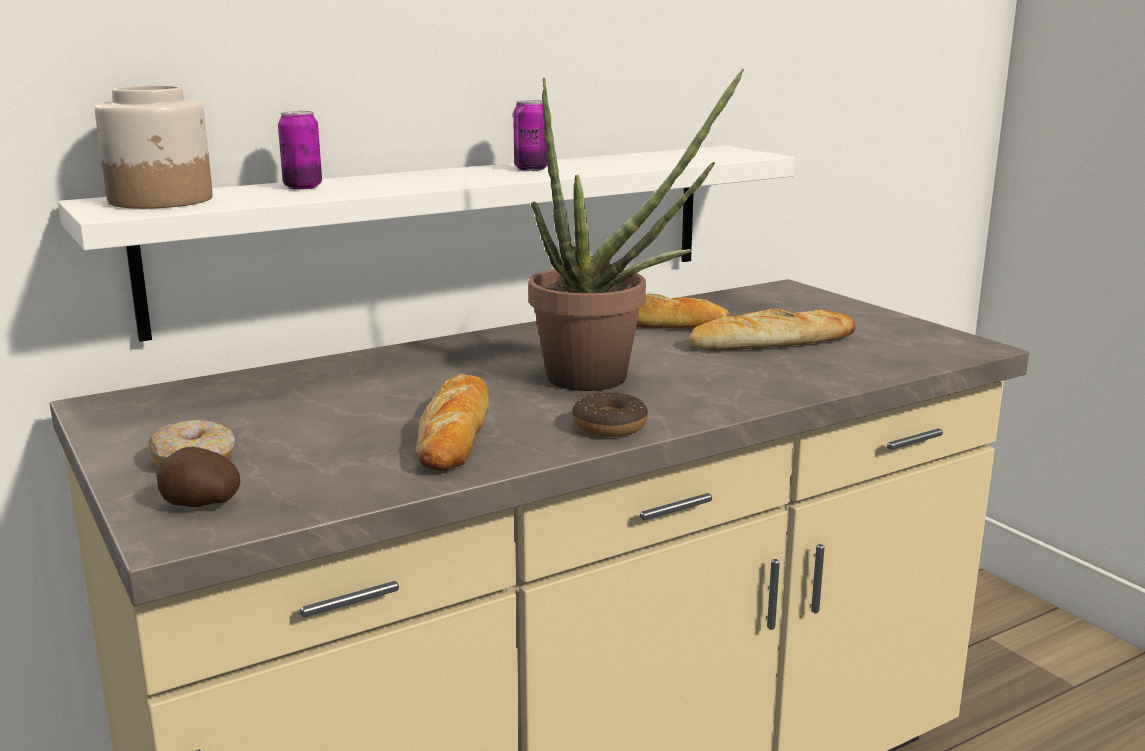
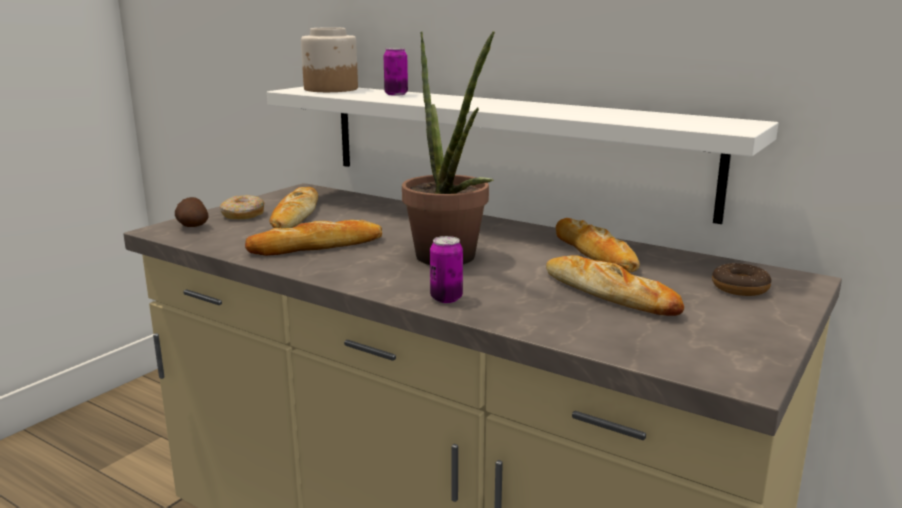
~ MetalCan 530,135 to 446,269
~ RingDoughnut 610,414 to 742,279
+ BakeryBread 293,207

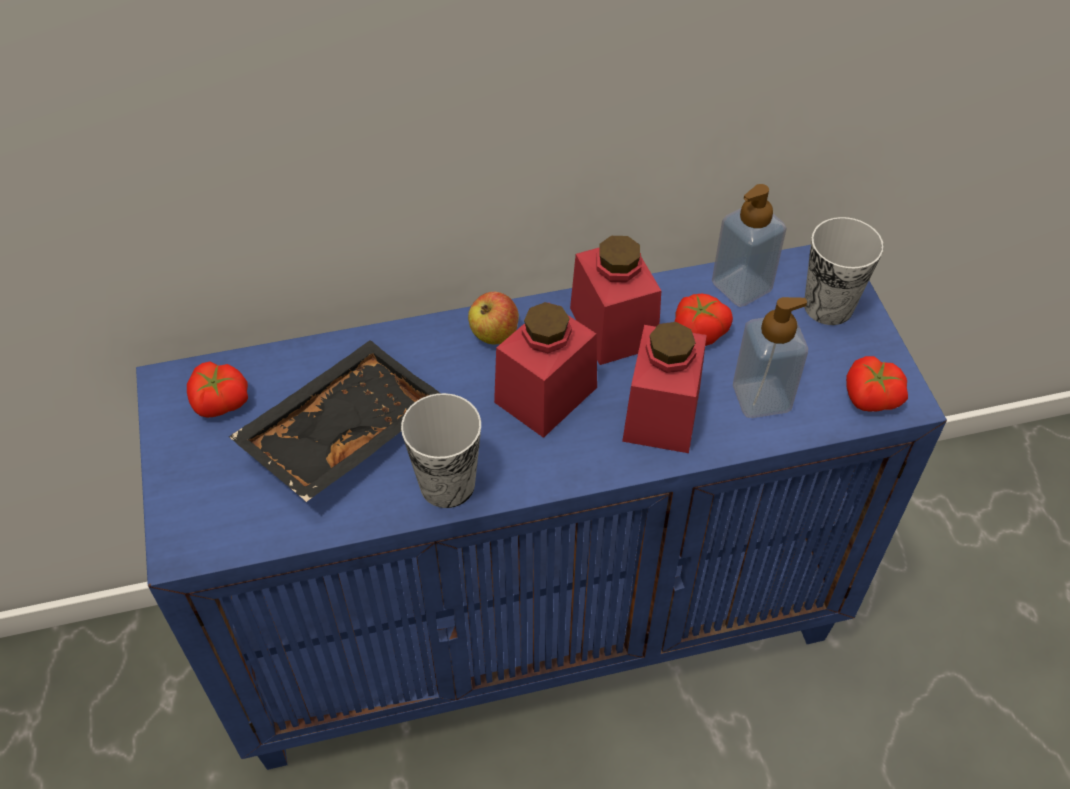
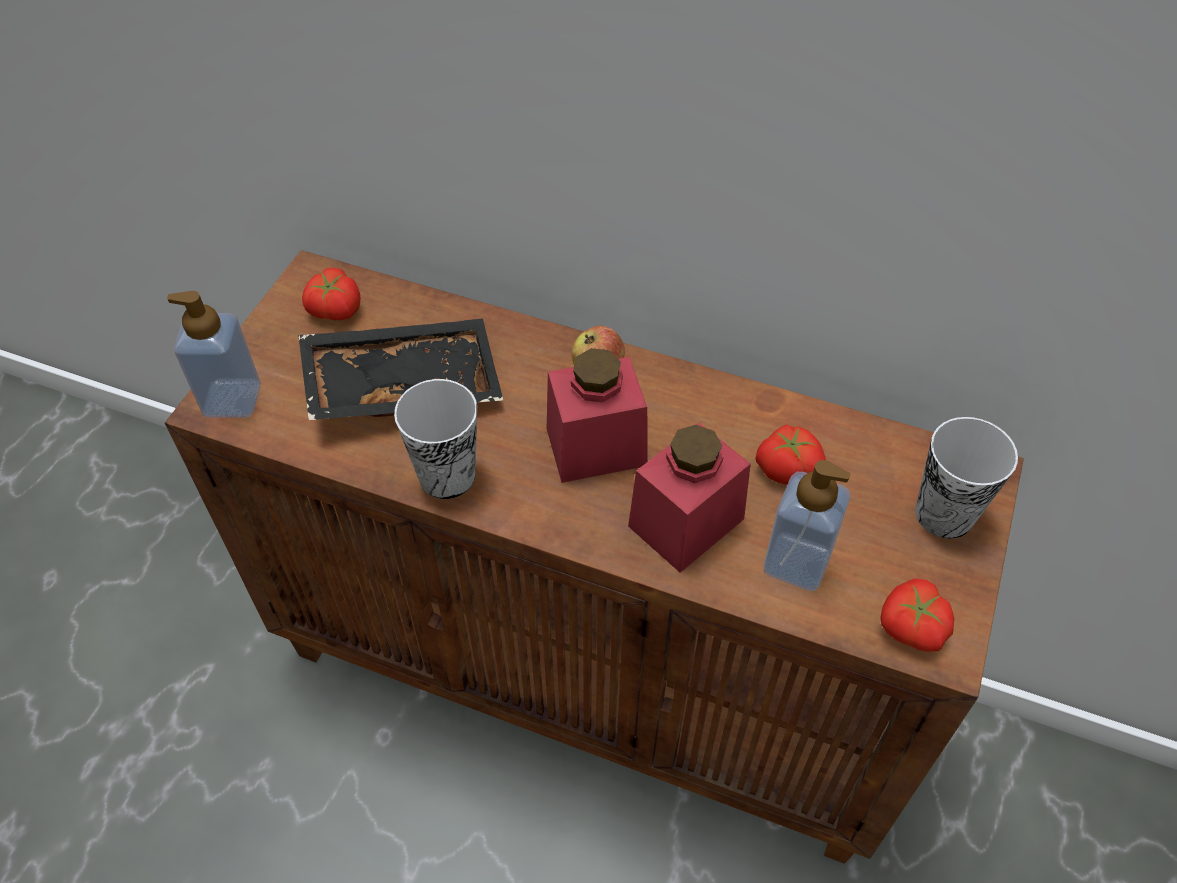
~ SoapDispenser 749,245 to 214,354
- ReddishJar 615,300
~ BluishCabinet 541,507 to BrownCabinet 594,557

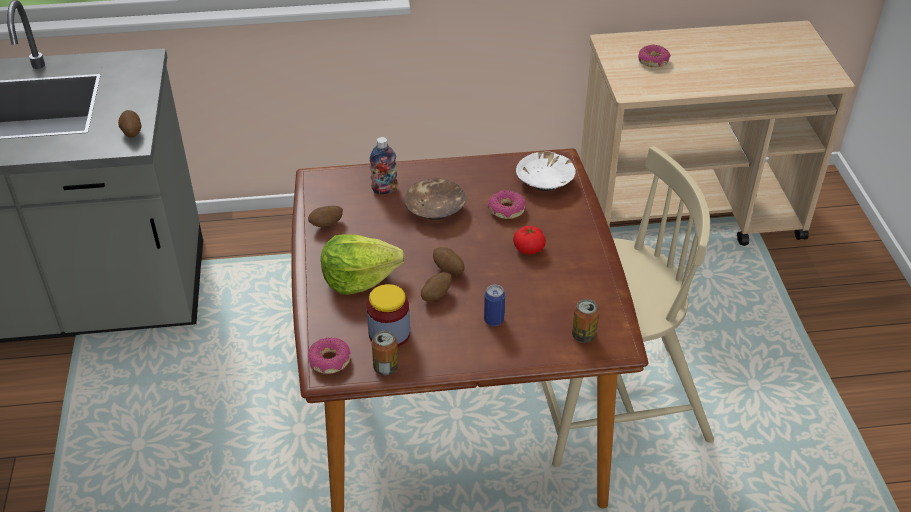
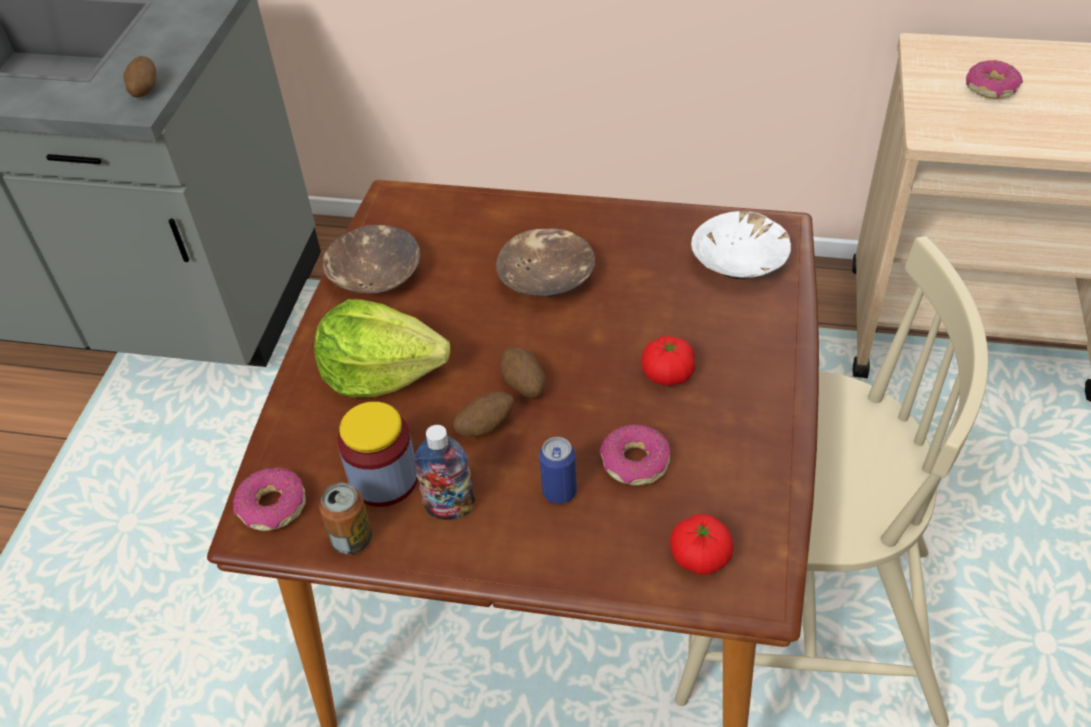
~ BeverageBottle 383,165 to 444,472
~ RingDoughnut 506,204 to 634,455
~ WholePotato 325,216 to BrownServingBowl 371,259
~ MetalCan 585,321 to FreshTomato 702,544

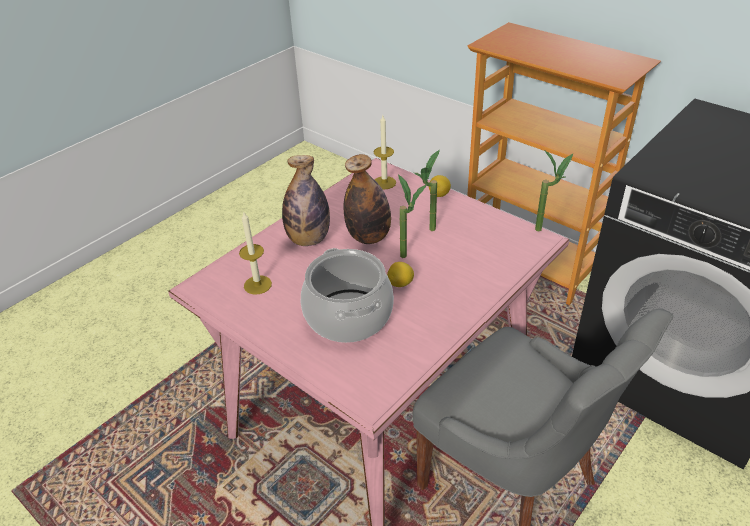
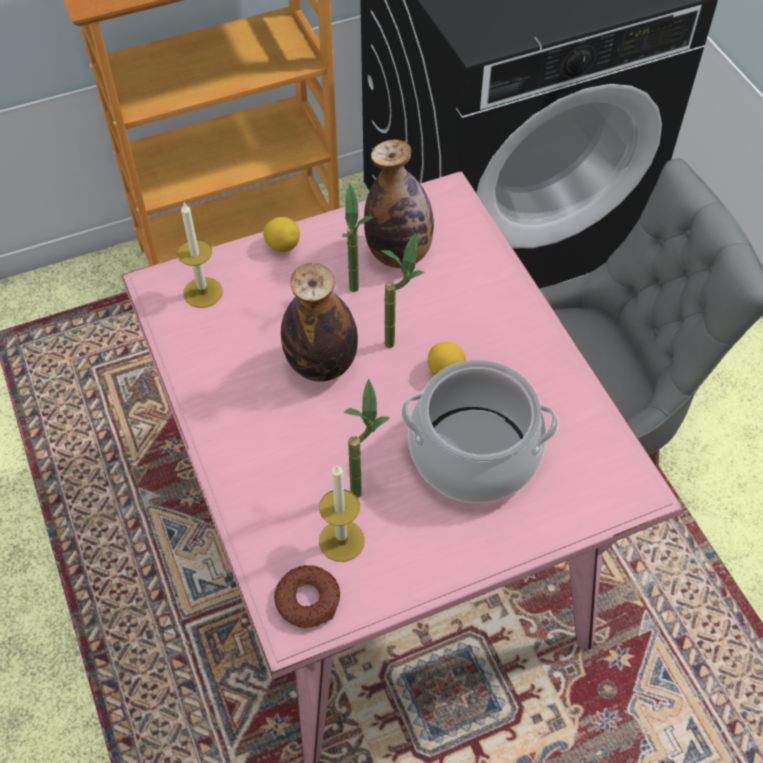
~ Houseplant 554,191 to 367,438
~ BeverageBottle 306,200 to 399,204
+ RingDoughnut 307,596

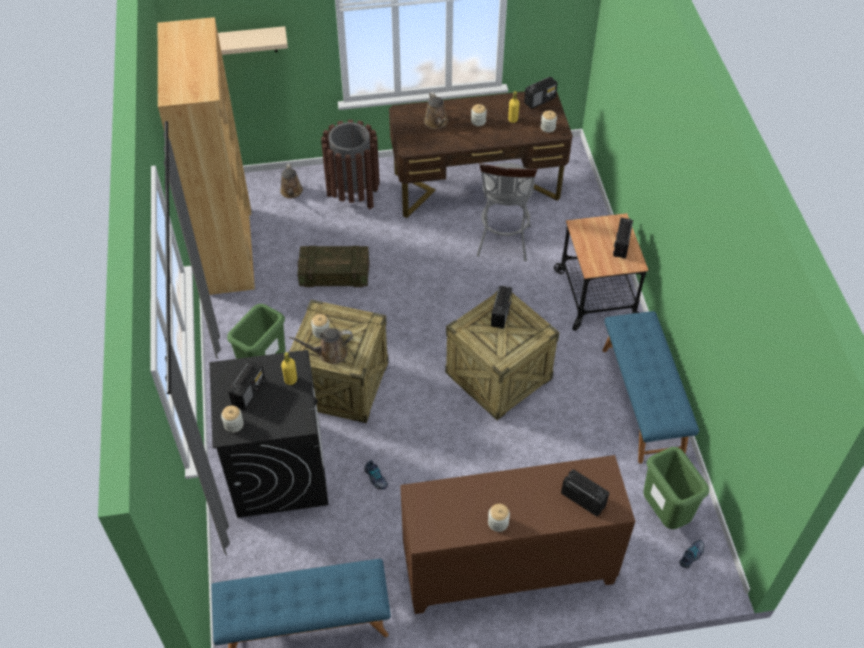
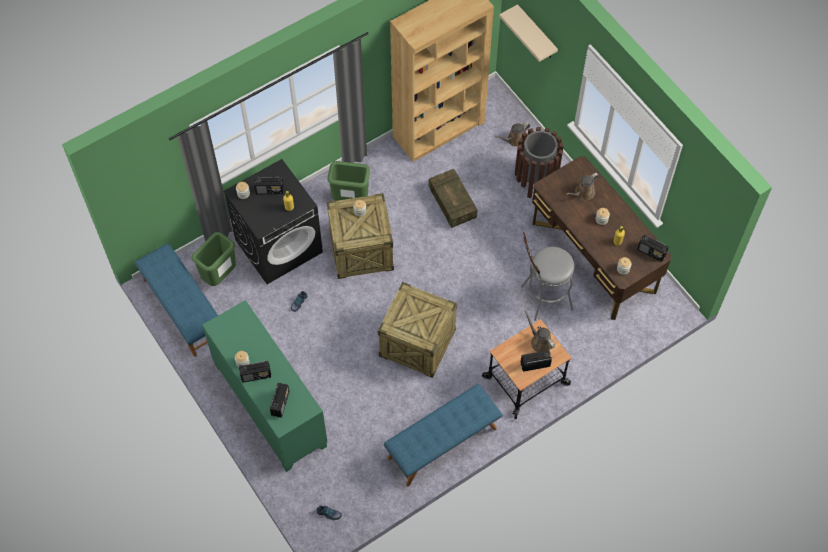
~ RadioReceiver 501,307 to 255,372
~ BrownSprinklingCan 321,346 to 539,331
~ GreenishRubbishBin 676,488 to 214,259
~ BrownCabinet 517,534 to GreenishCabinet 264,386

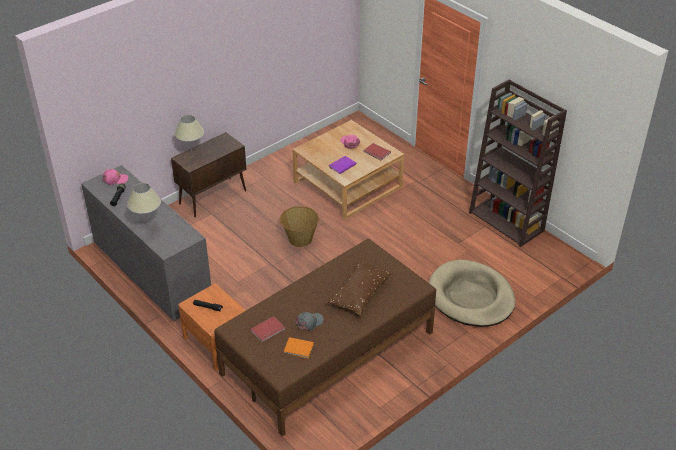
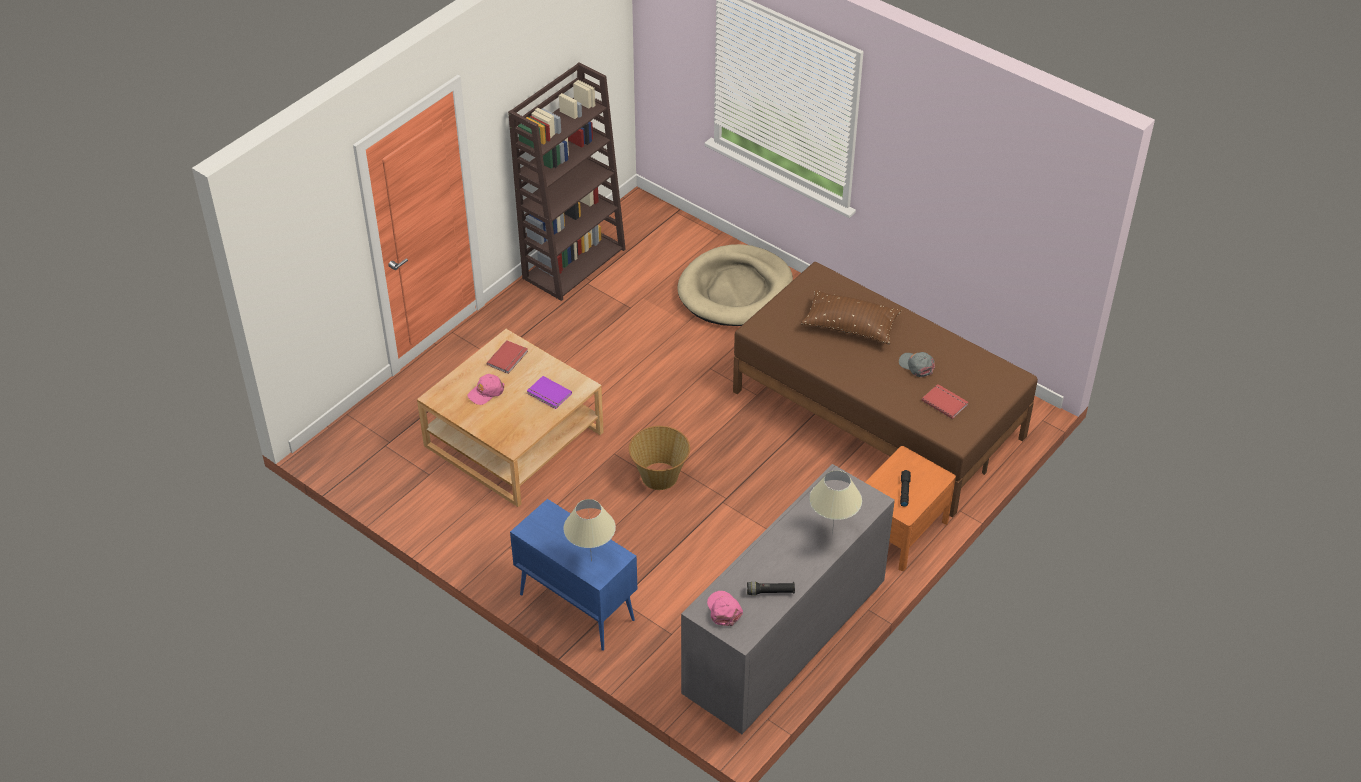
~ BrownCabinet 209,174 to BluishCabinet 573,575
- OrangeVolume 299,347

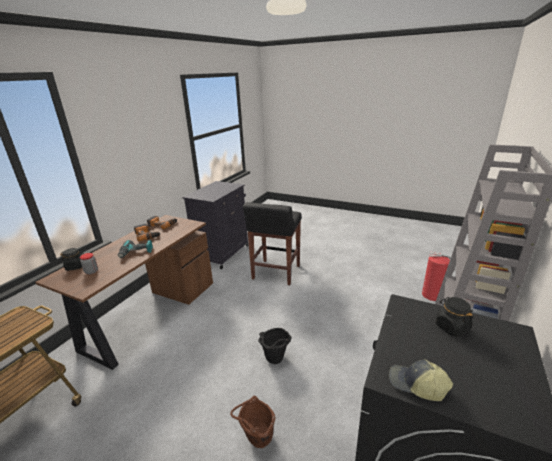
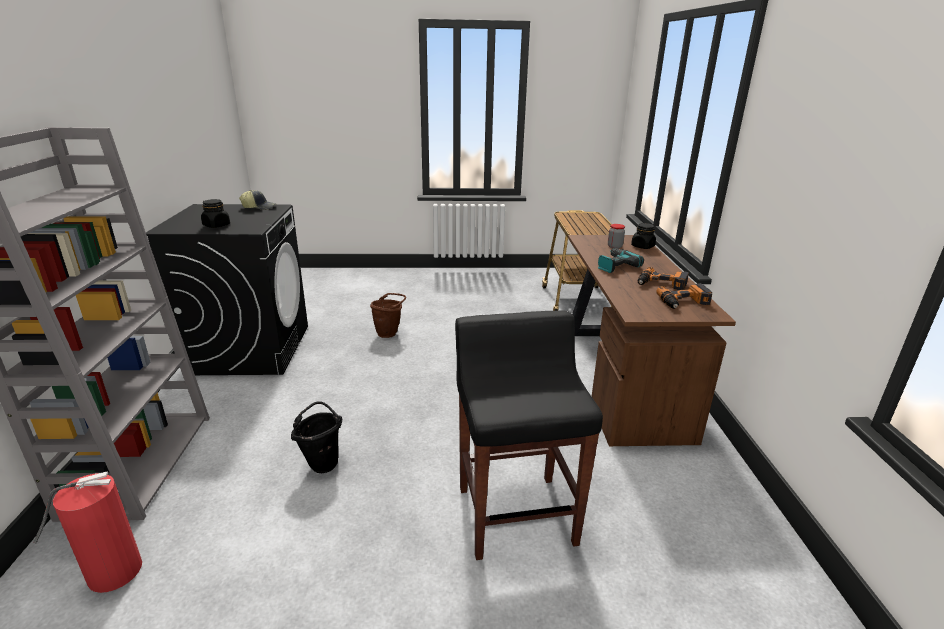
- BlackColouredCabinet 215,225
~ BlackColouredPail 275,346 to 316,437

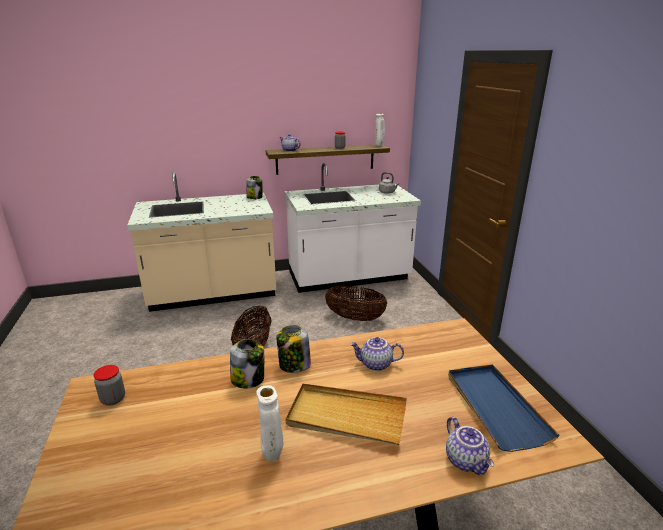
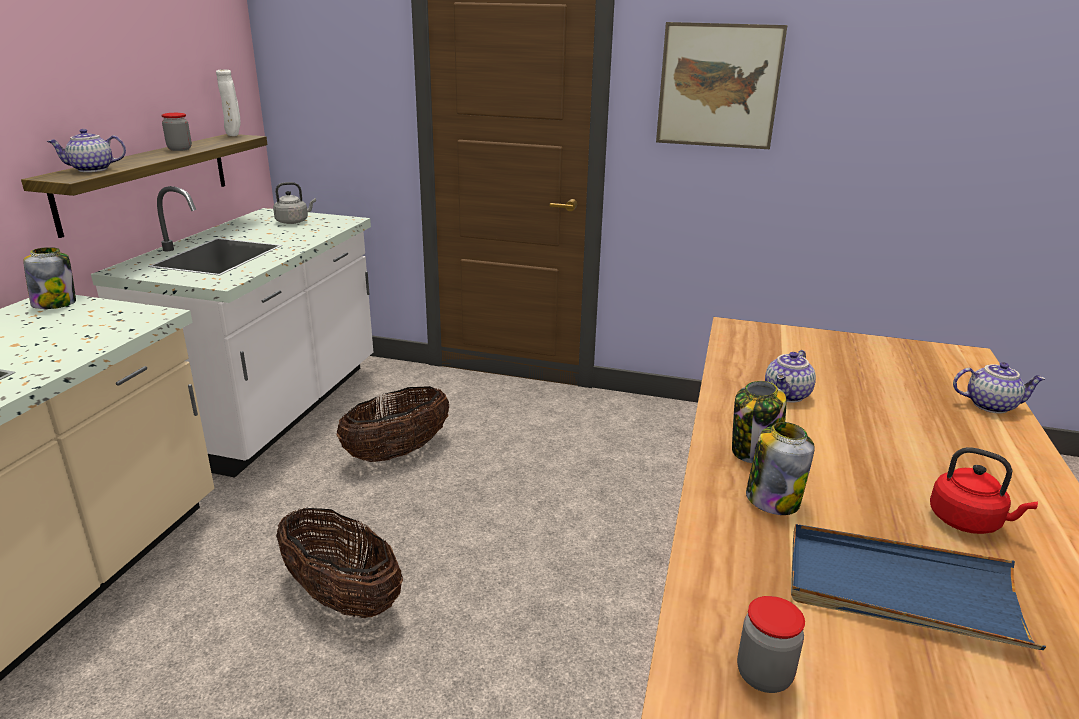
~ BluishServingTray 504,408 to 918,587
- BeigeServingTray 346,414
~ WhitishDecorativeVase 269,423 to ReddishKettle 984,490
+ WallArt 722,85

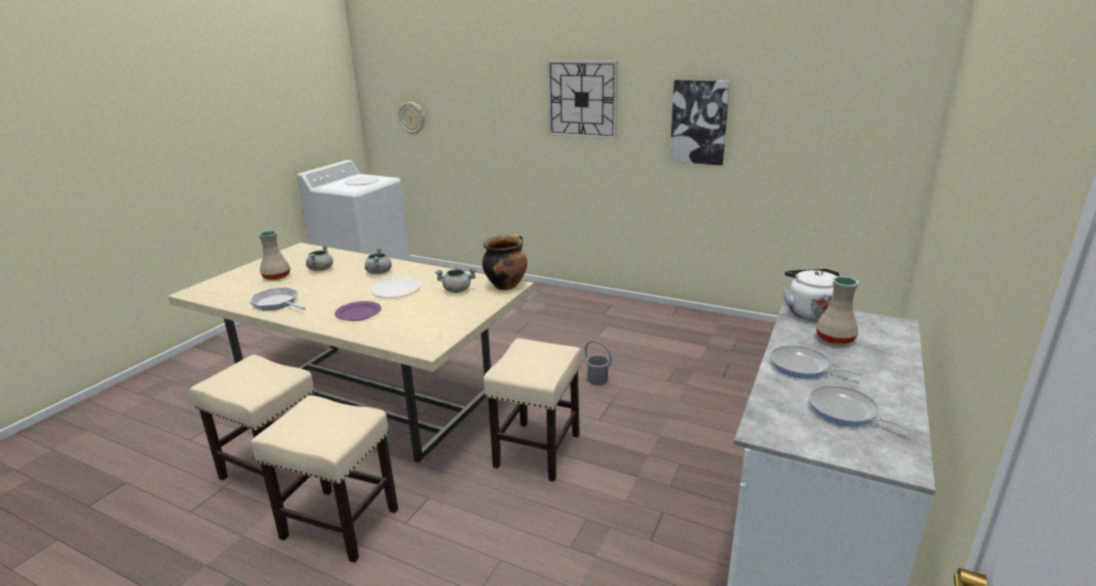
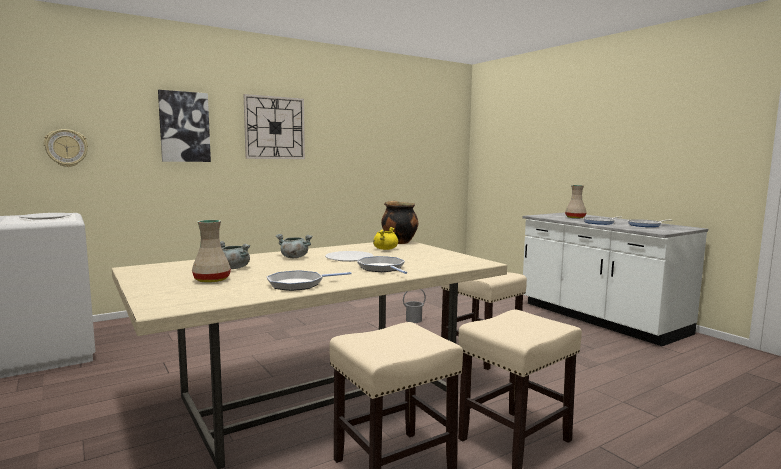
~ WallArt 700,122 to 184,126
~ GreySaucepot 456,280 to YellowColouredSaucepot 385,238
- WhitishKettle 811,295
~ PurpleDinnerPlate 358,311 to FryingPan 382,265

